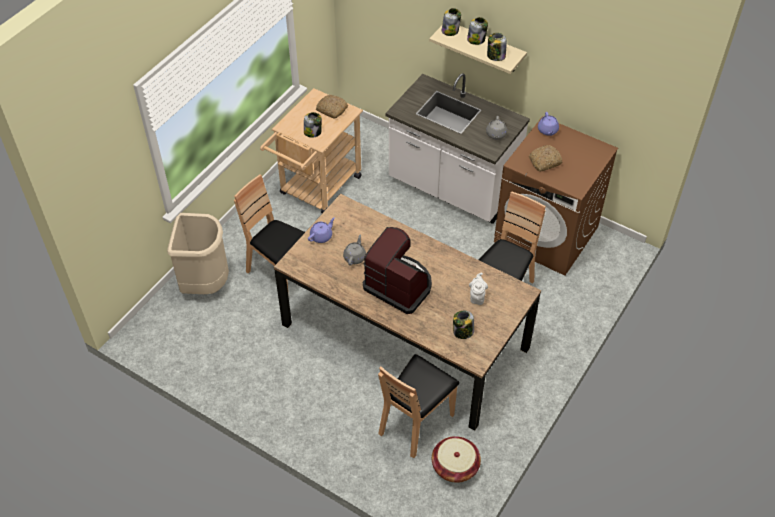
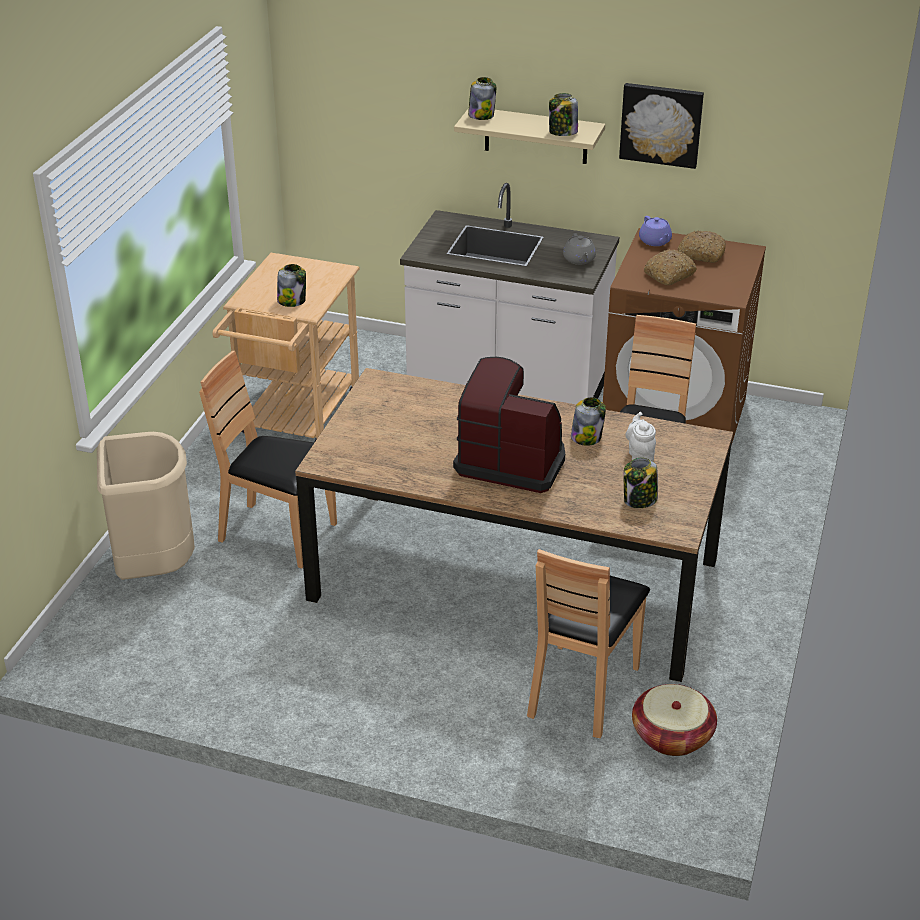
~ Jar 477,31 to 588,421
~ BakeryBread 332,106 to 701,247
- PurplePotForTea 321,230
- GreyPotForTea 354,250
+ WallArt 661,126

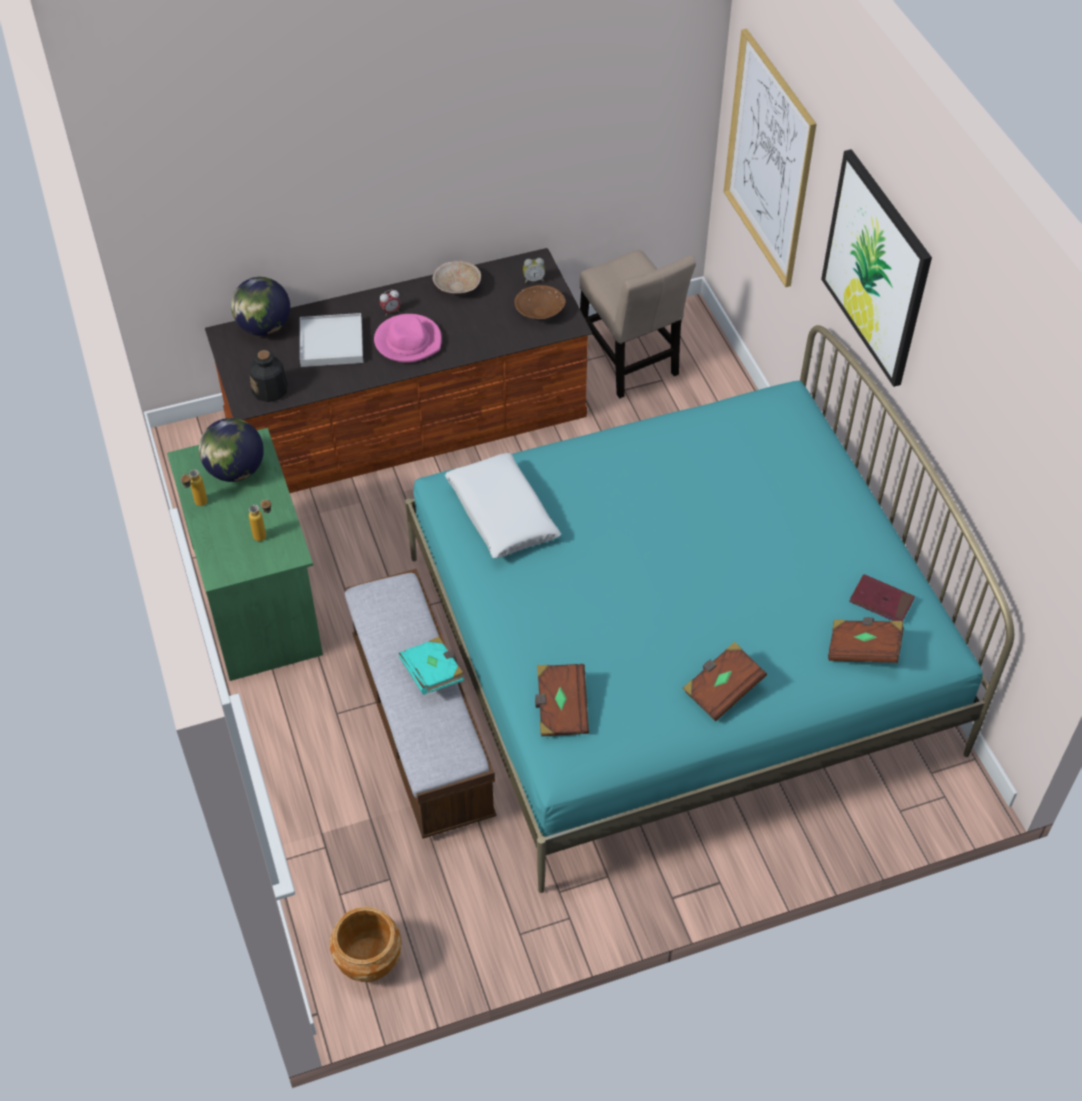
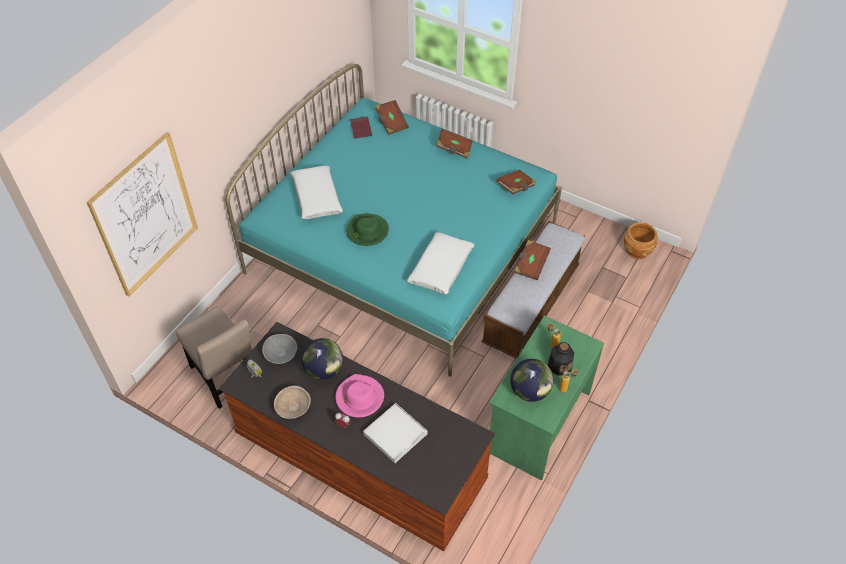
- WallArt 876,268
~ BeigeUprightChair 638,324 = 214,357 120 degrees clockwise
~ Globe 260,306 to 322,359
~ BrownServingBowl 540,302 to GreyServingBowl 279,349
~ BeverageBottle 268,376 to 561,359
~ TurquoiseColouredVolume 431,666 to BrownVolume 533,260
+ WhitishCushion 316,192
+ GreenishClothingHat 367,230

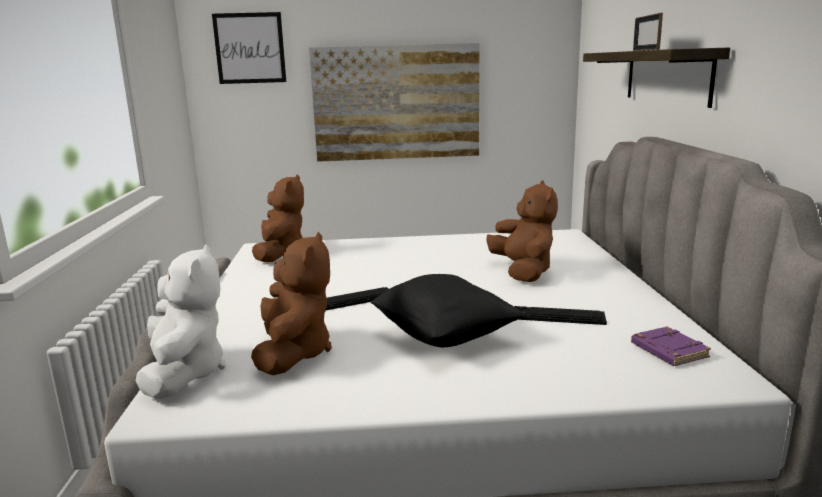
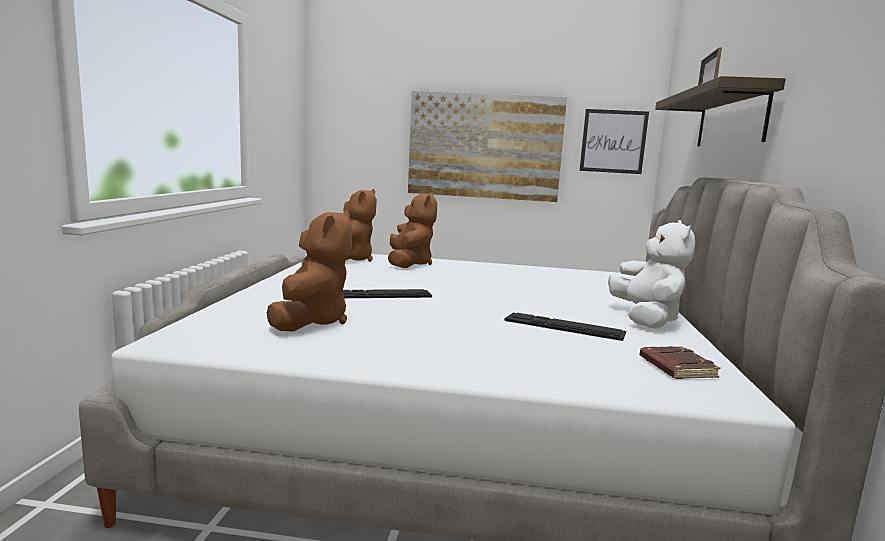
~ WallArt 249,48 to 614,141
~ BrownSoftToy 522,231 to 412,230
~ WhitishSoftToy 181,321 to 651,274
- BlackColouredCushion 447,310
~ PurpleVolume 671,346 to BrownVolume 680,362

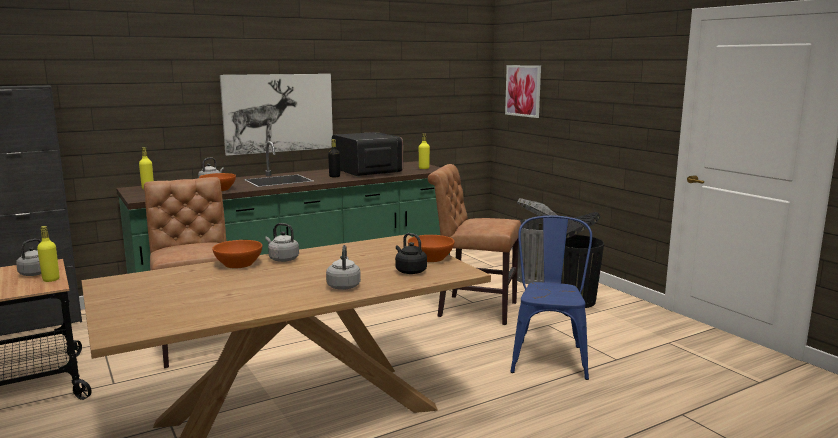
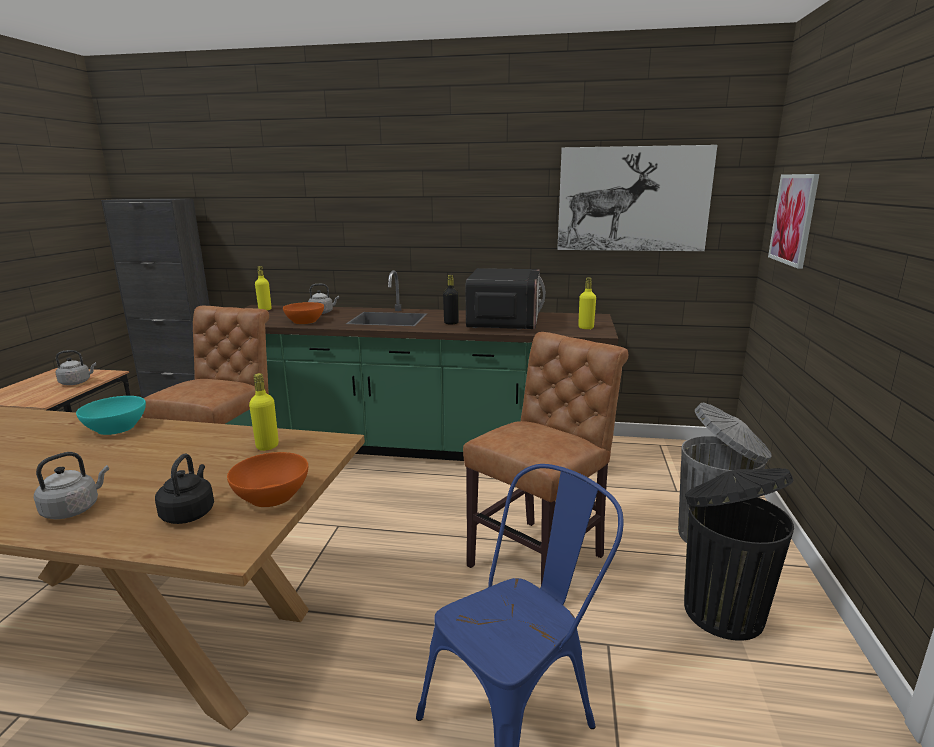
~ WallArt 276,115 to 637,198
~ BrownUprightChair 474,244 = 545,458 75 degrees clockwise
- GreyKettle 282,242
~ YellowColouredBeverageBottle 48,254 to 264,412
~ OrangeServingBowl 237,254 to TurquoiseColouredServingBowl 111,415

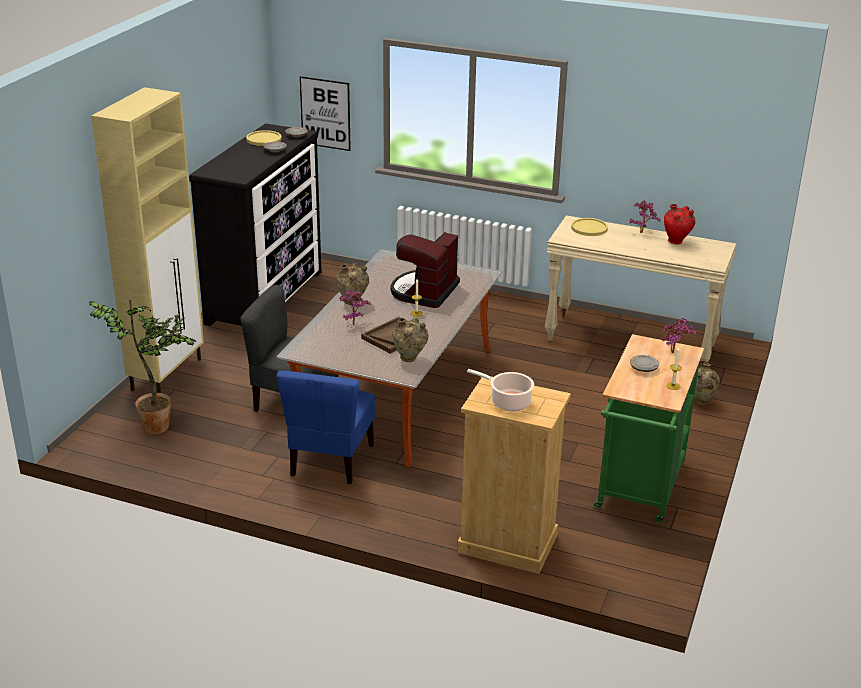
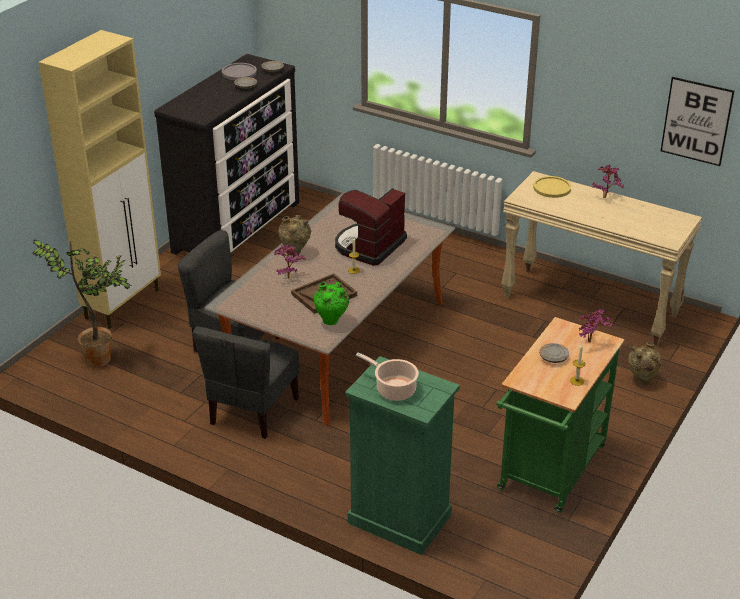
~ WallArt 325,113 to 697,121
~ YellowColouredDinnerPlate 264,138 to GreyDinnerPlate 239,71
- ReddishDecorativeVase 679,224
~ BeigeDecorativeVase 411,340 to GreenishDecorativeVase 331,303
~ BluishUprightChair 325,427 to GreyUprightChair 246,383
~ BeigeDrawerChest 514,475 to GreenishDrawerChest 402,455

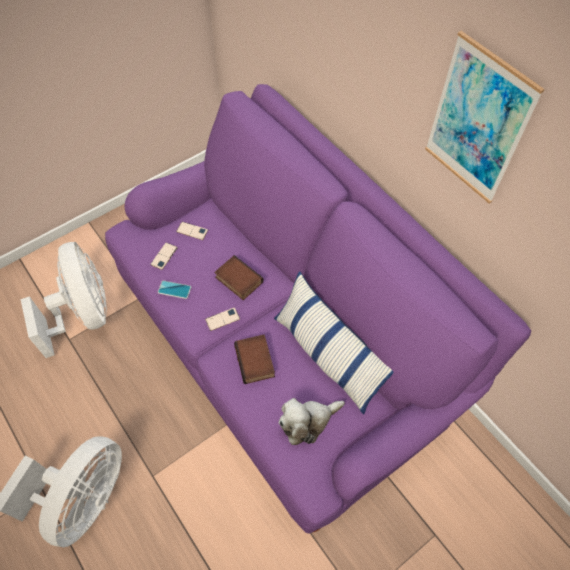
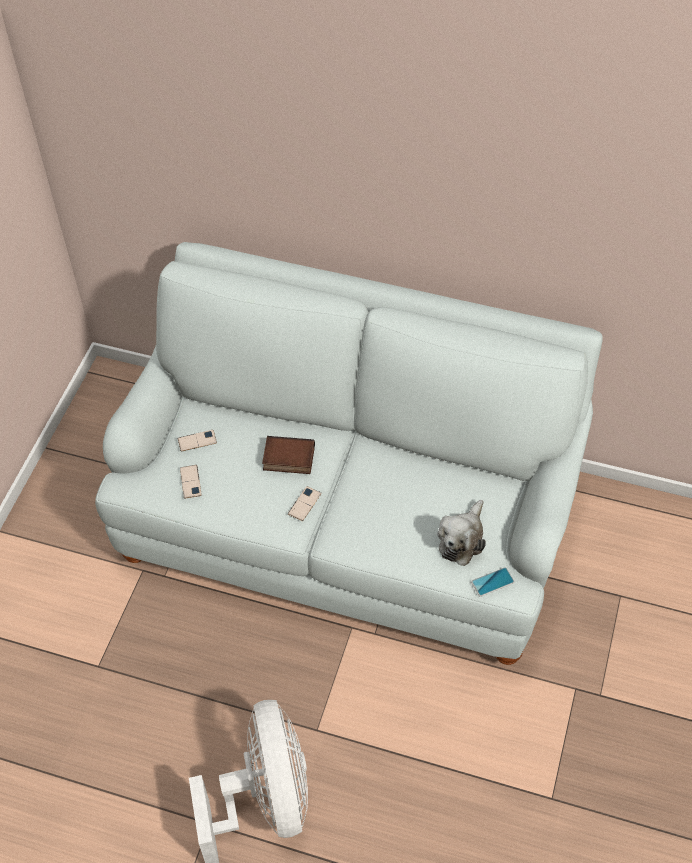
- WallArt 485,117
~ PurpleSettee 318,309 to WhitishSettee 349,453
- WhitishElectricFan 64,300
- Cushion 333,342
~ Telephone 174,289 to 493,582
- Volume 254,359

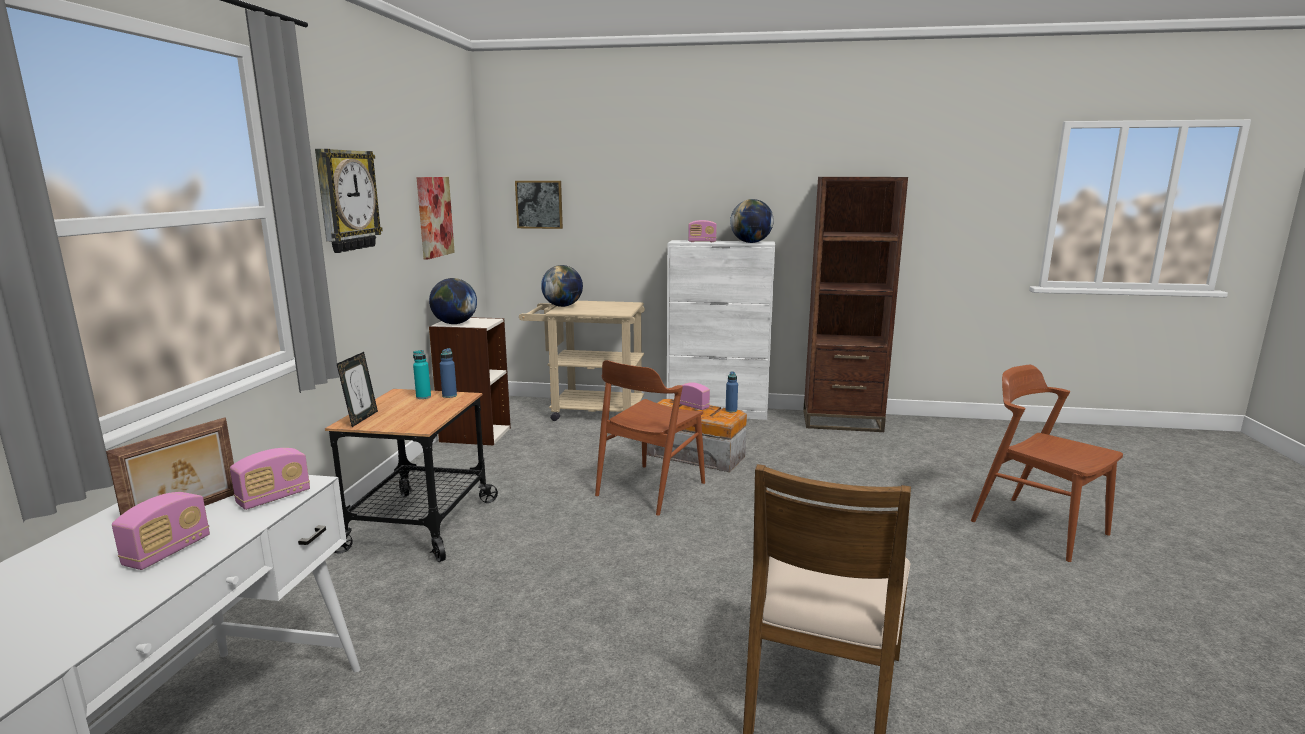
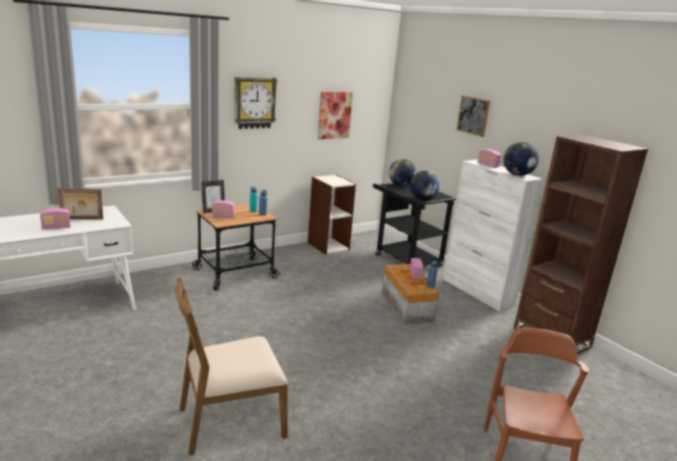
~ WallArt 539,205 to 473,116
~ Globe 453,301 to 425,185
~ BeigeCart 582,361 to BlackColouredCart 414,225
- BrownUprightChair 650,438
~ RadioReceiver 270,479 to 223,209

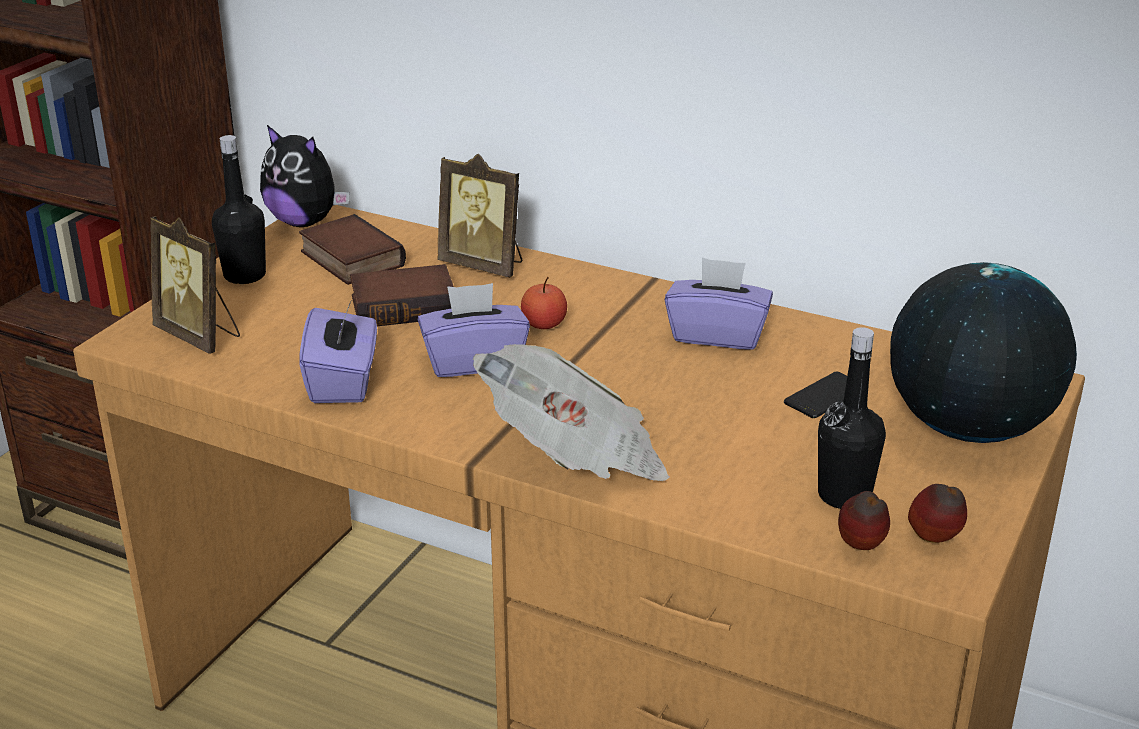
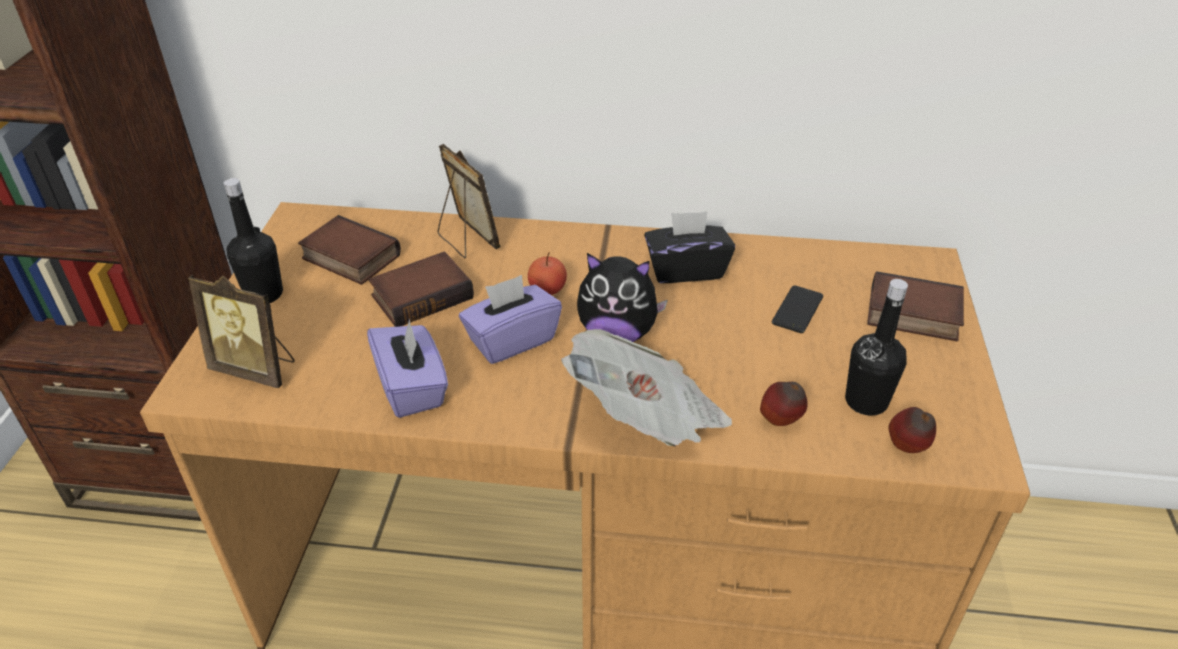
~ SoftToy 304,176 to 622,297
~ PhotoFrame 479,215 = 469,201 135 degrees counterclockwise
~ PurpleTissueBox 719,303 to BlackColouredTissueBox 689,247
~ Globe 983,352 to Volume 915,306
~ WholeApple 937,513 to 784,404

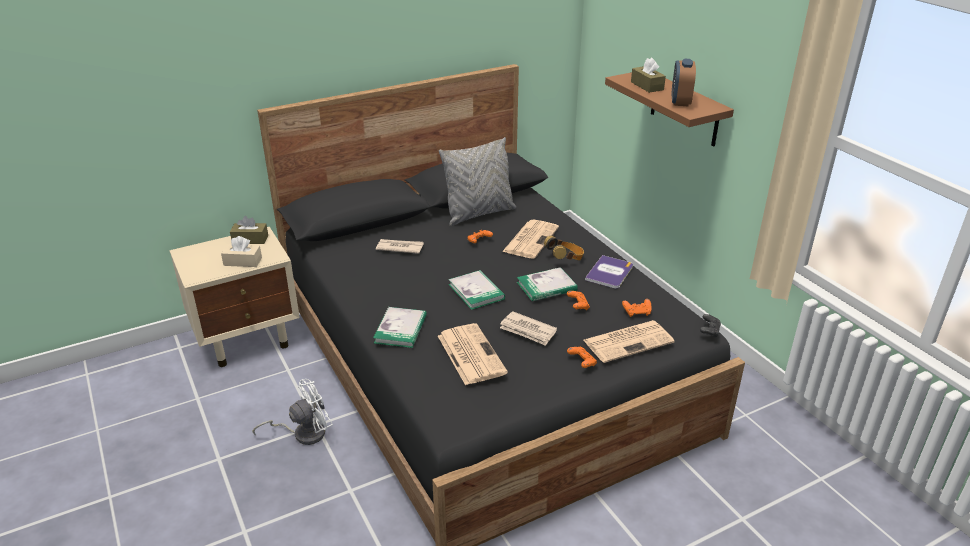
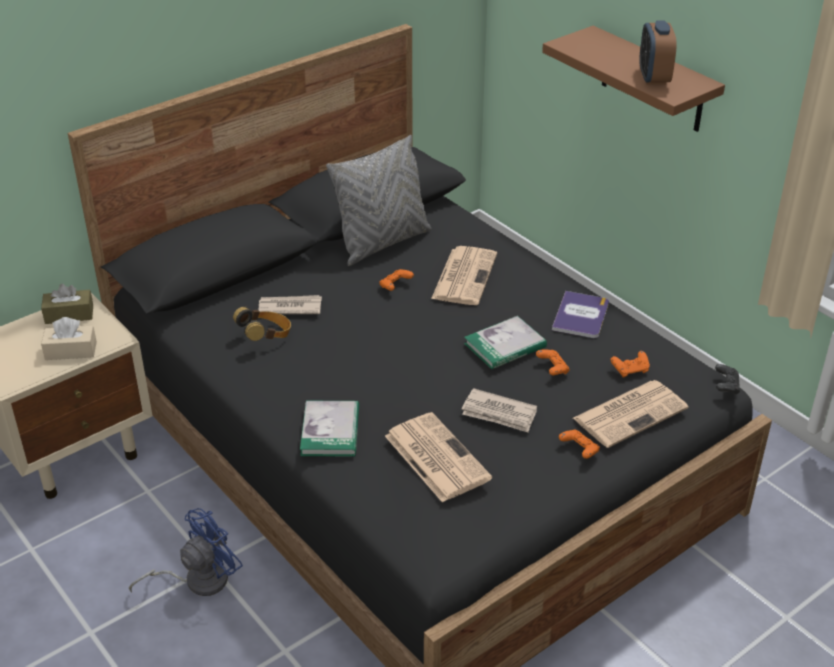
- BrownTissueBox 648,75
~ PairOfHeadphones 564,248 to 262,324
- Volume 476,290
~ WhitishElectricFan 293,412 to BluishElectricFan 186,552

